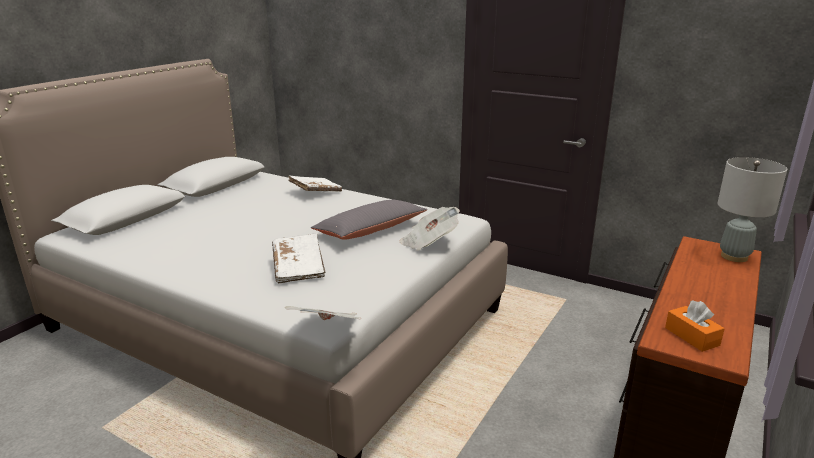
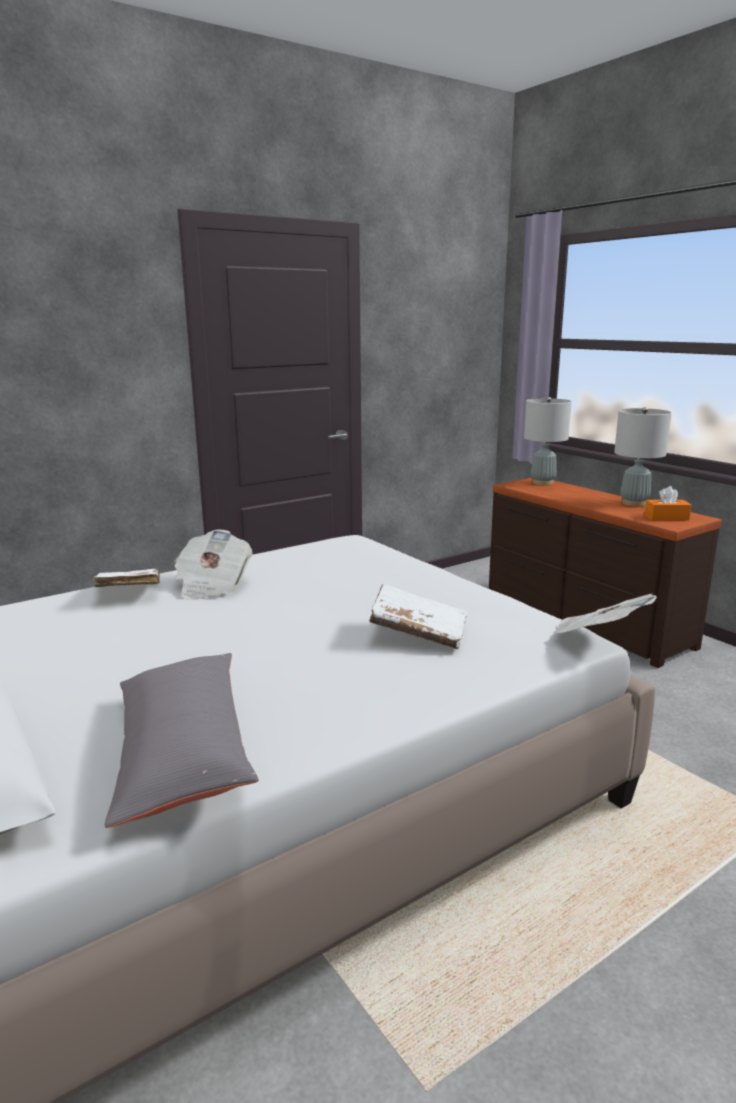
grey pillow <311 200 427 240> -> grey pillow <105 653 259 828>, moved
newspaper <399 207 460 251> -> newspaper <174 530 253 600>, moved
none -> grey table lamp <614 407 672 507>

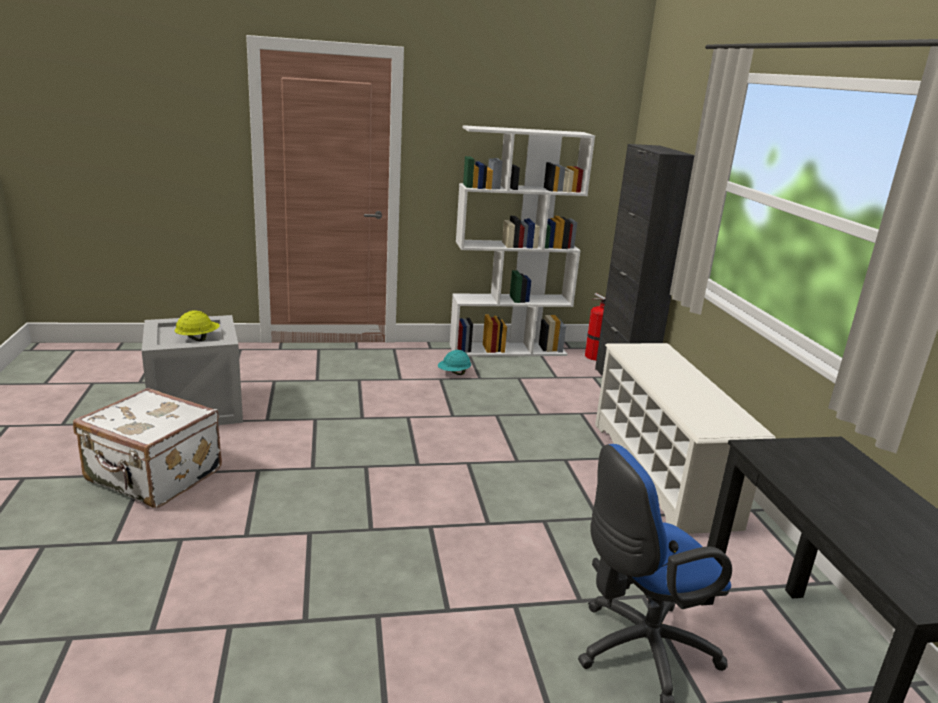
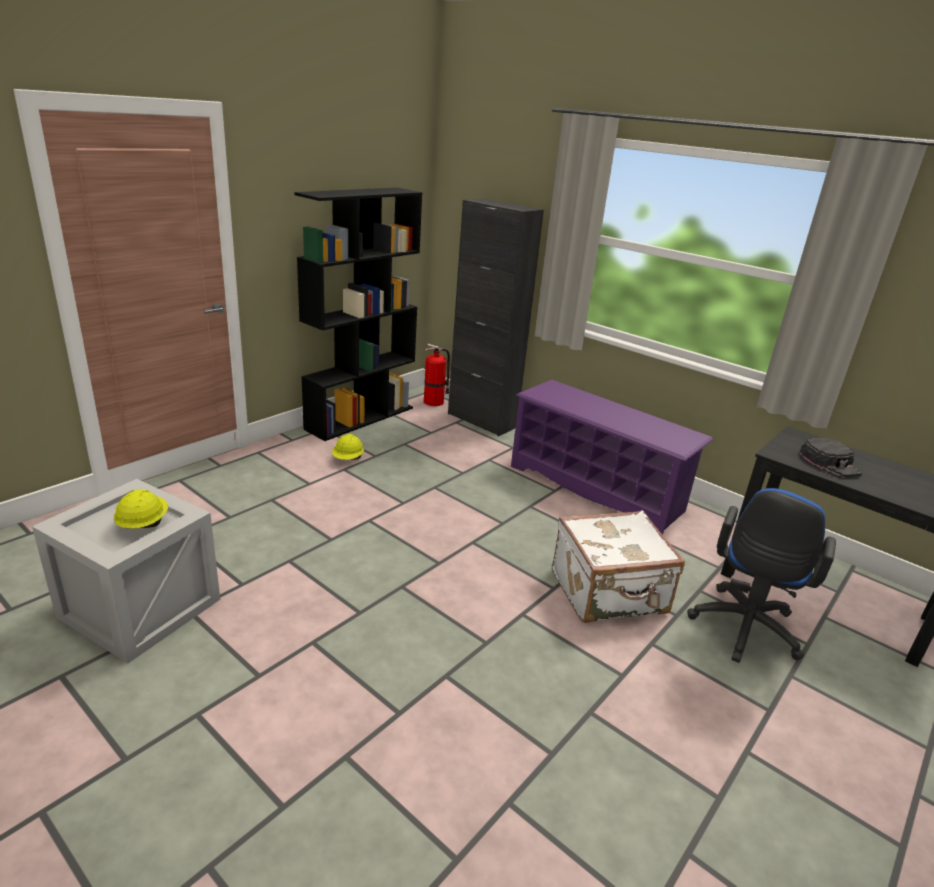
white bookcase <450 125 595 357> -> black bookcase <294 188 422 441>
turquoise hard hat <438 350 471 375> -> yellow hard hat <332 434 364 460>
white shoe rack <595 343 776 534> -> purple shoe rack <511 380 713 535>
white suitcase <73 388 222 508> -> white suitcase <552 510 685 623>, moved
none -> black cap <799 438 862 478>

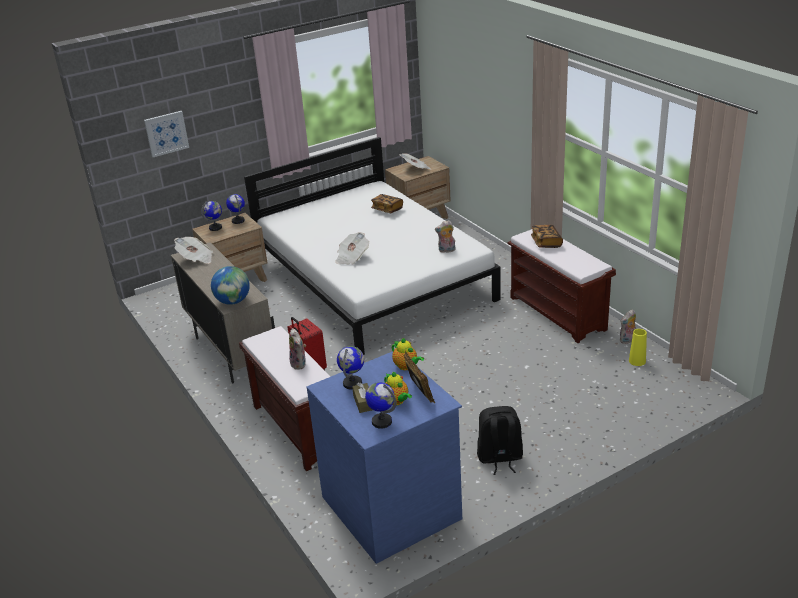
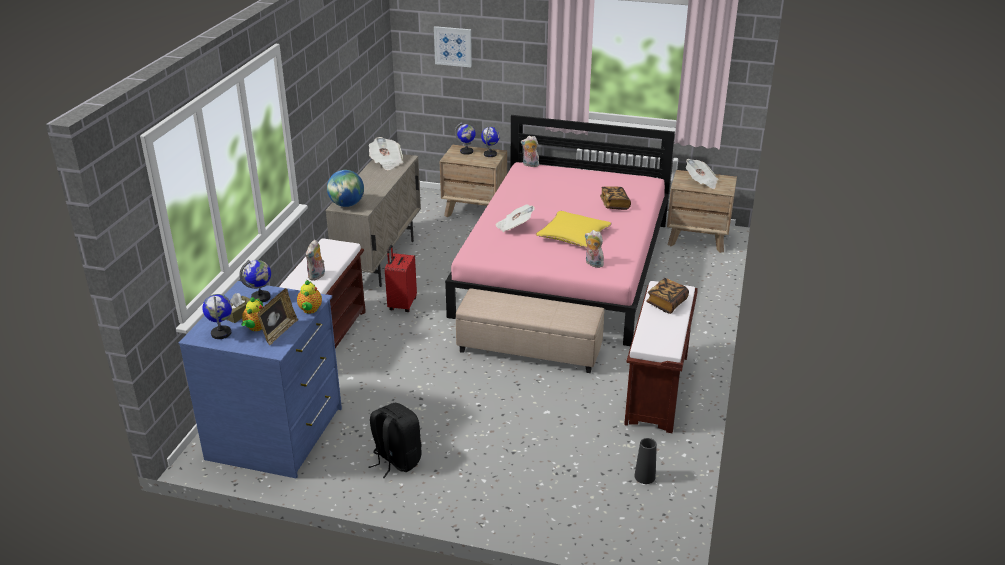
white bed <244 137 501 355> -> pink bed <445 115 675 346>
none -> beige ottoman <456 288 604 373>
plush toy <620 310 636 344> -> plush toy <521 136 539 167>, moved
none -> yellow pillow <536 211 612 248>
yellow vase <629 329 647 366> -> black vase <634 438 657 484>

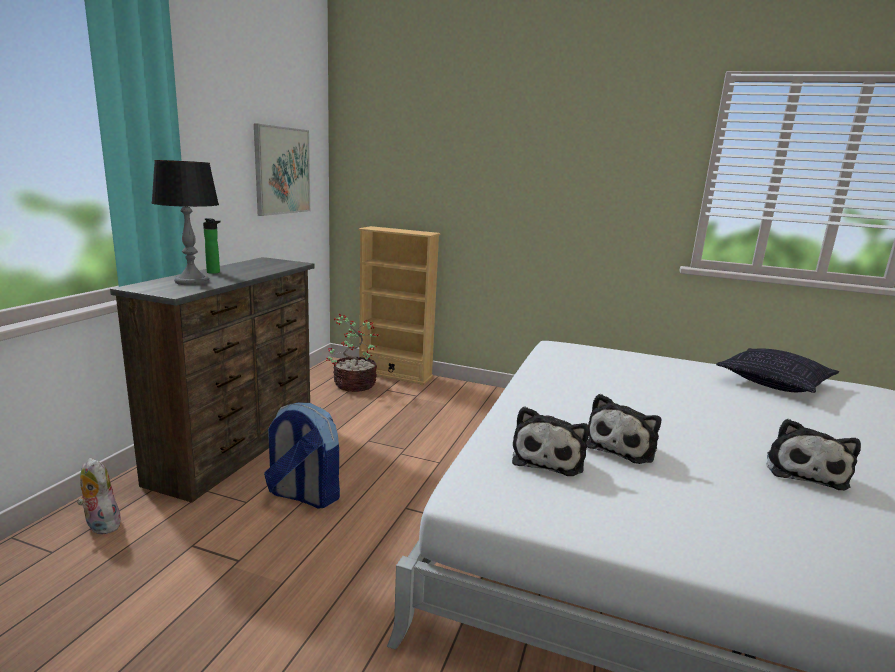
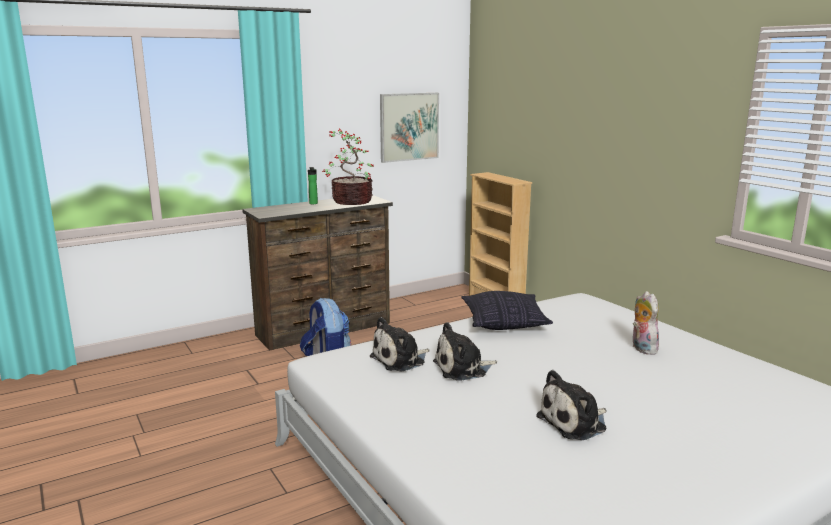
potted plant <326 313 378 392> -> potted plant <322 128 374 205>, moved
pillow <716 348 839 393> -> pillow <461 291 553 330>, moved
plush toy <77 458 121 534> -> plush toy <633 291 659 355>, moved
table lamp <151 160 219 285> -> none

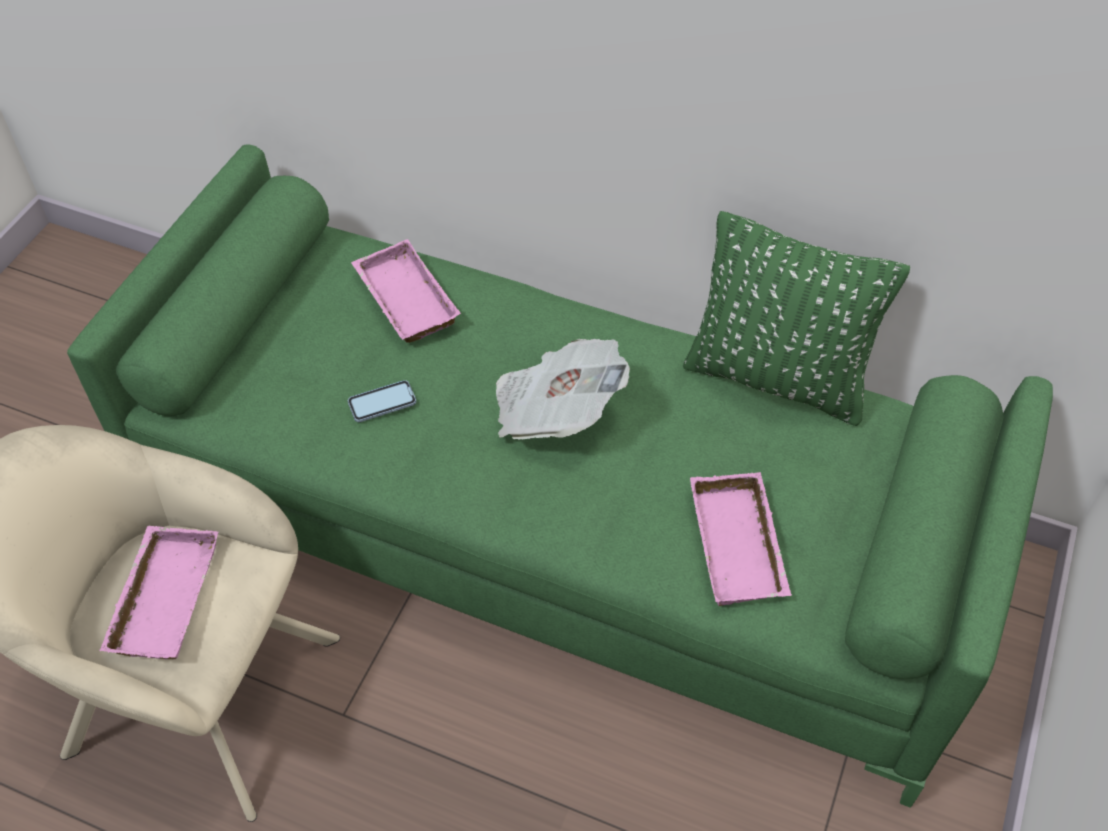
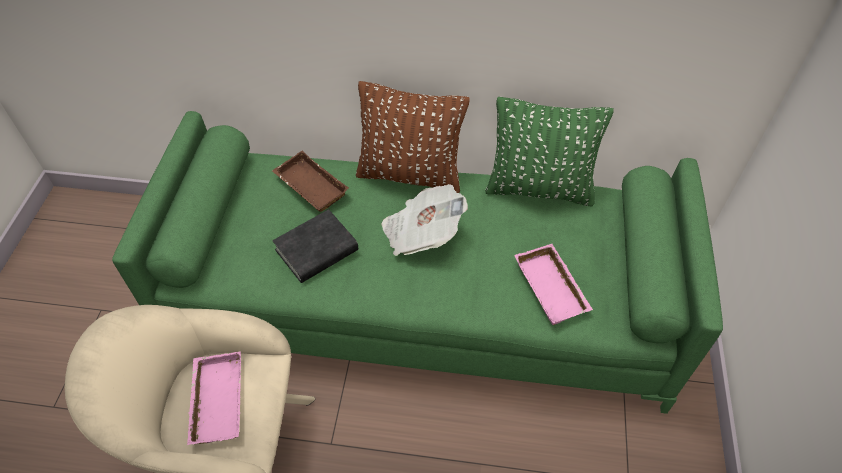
pink tray <351 239 461 343> -> brown tray <272 151 349 212>
phone <348 380 416 422> -> black book <272 209 358 283>
none -> brown pillow <356 81 470 193>

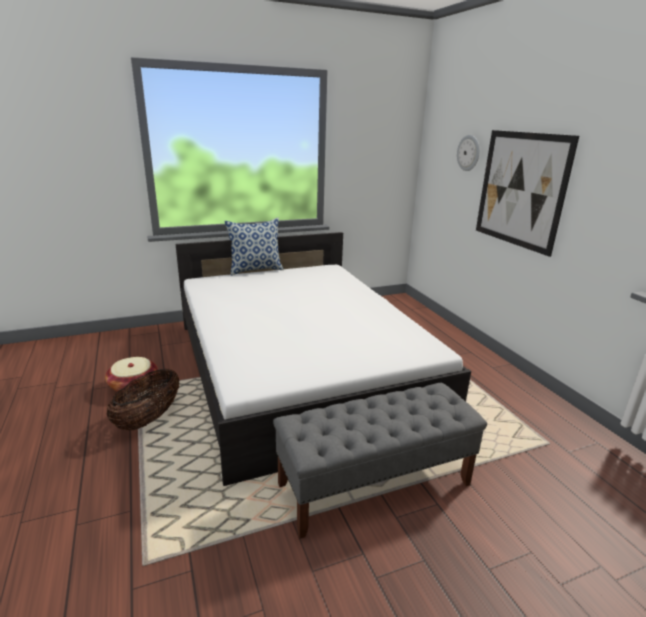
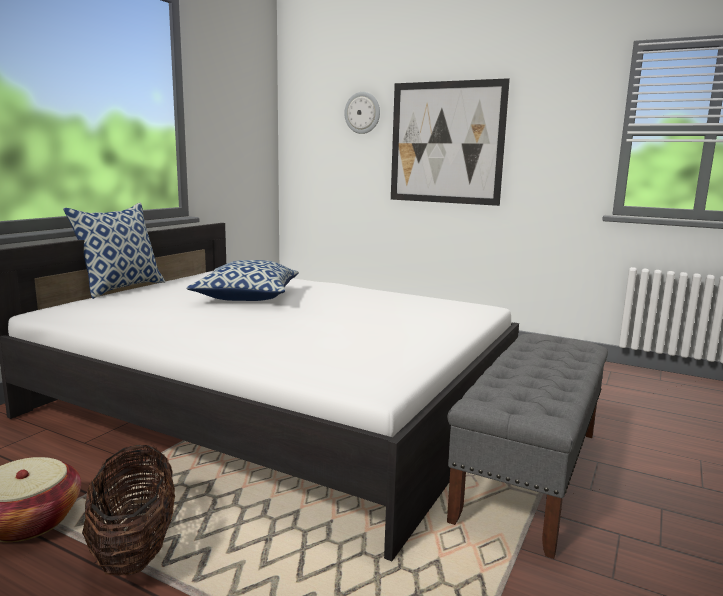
none -> pillow <187 260 299 301>

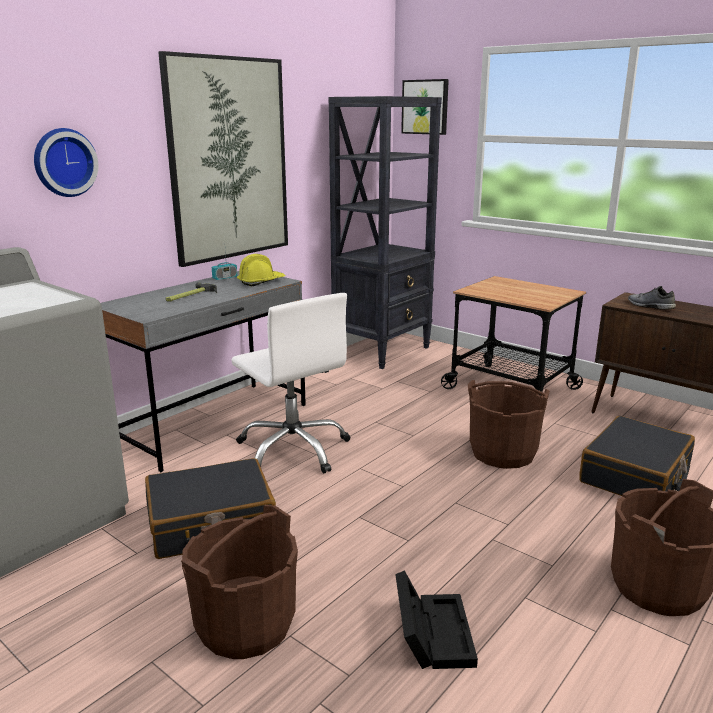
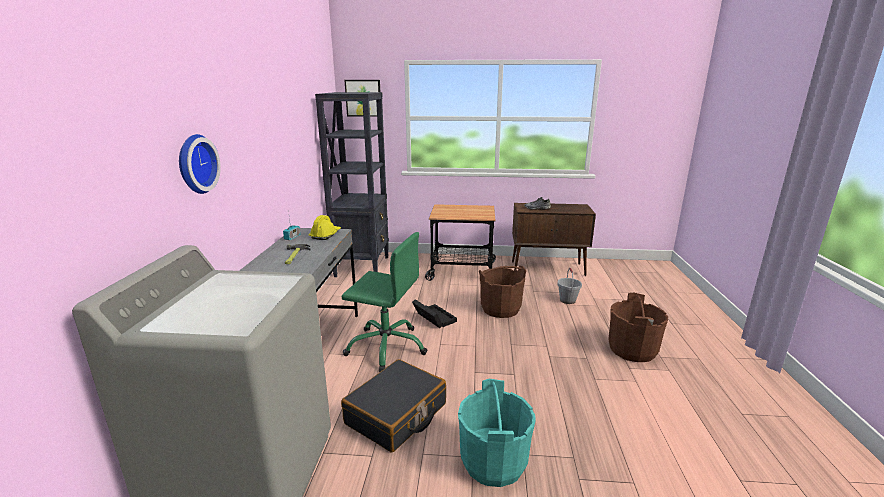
white office chair <231 293 350 473> -> green office chair <341 232 428 372>
black storage box <395 570 478 669> -> black storage box <412 299 457 328>, moved
brown bucket <181 505 298 659> -> turquoise bucket <458 379 536 487>
black suitcase <579 416 695 496> -> grey bucket <557 268 582 304>
picture <158 51 288 267> -> none

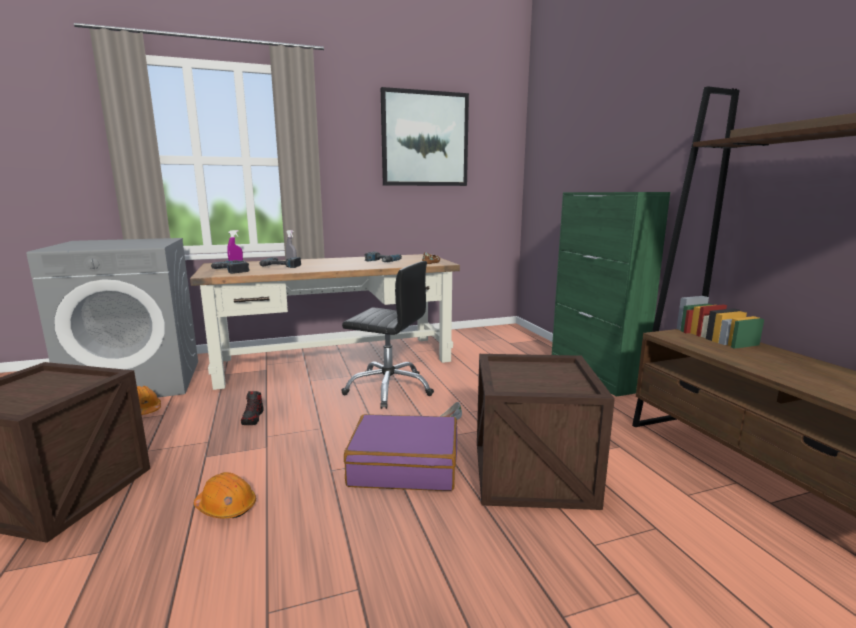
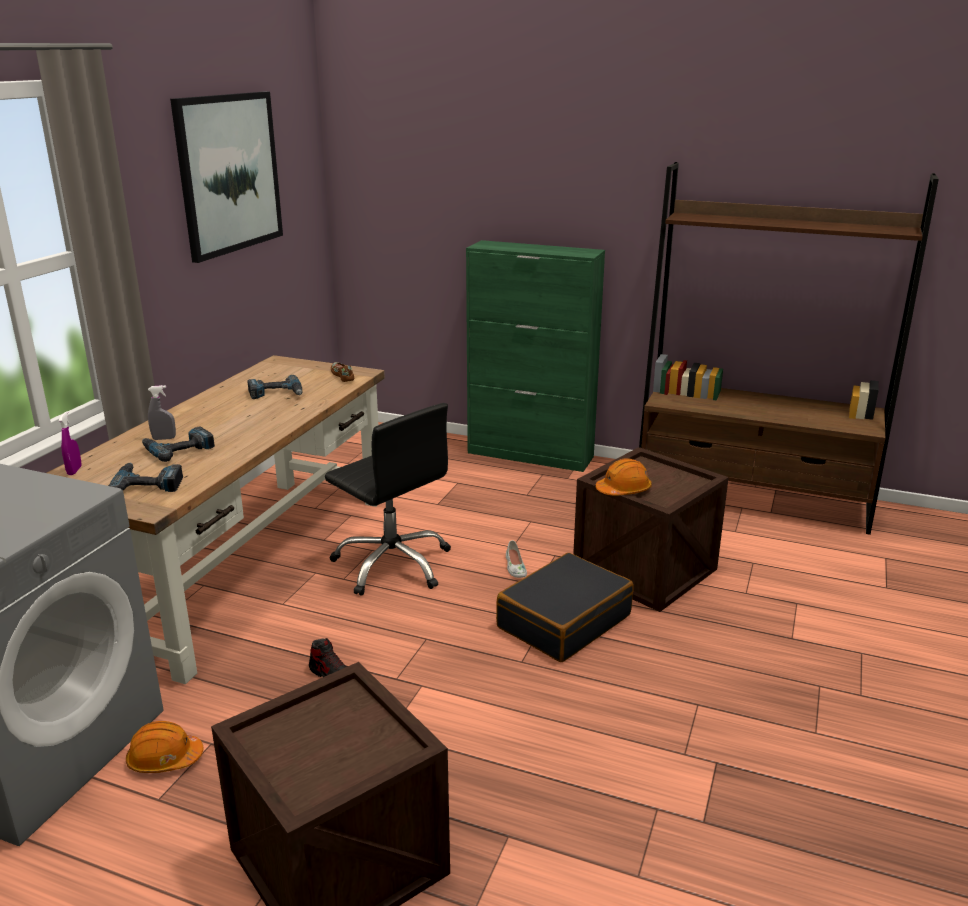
black office chair <341 261 434 409> -> black office chair <325 403 451 596>, 75 degrees clockwise
purple suitcase <344 414 457 491> -> black suitcase <496 553 634 662>
orange hard hat <194 472 256 519> -> orange hard hat <595 458 652 496>, moved

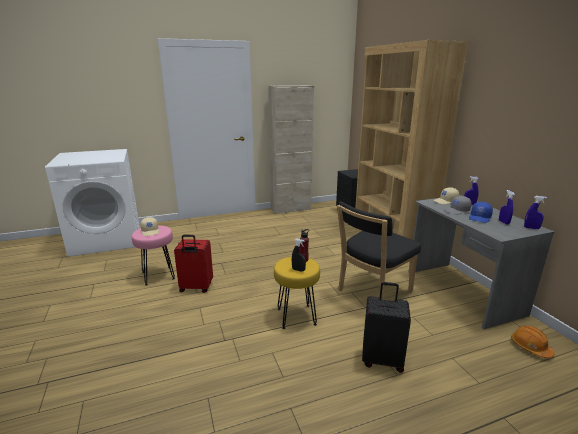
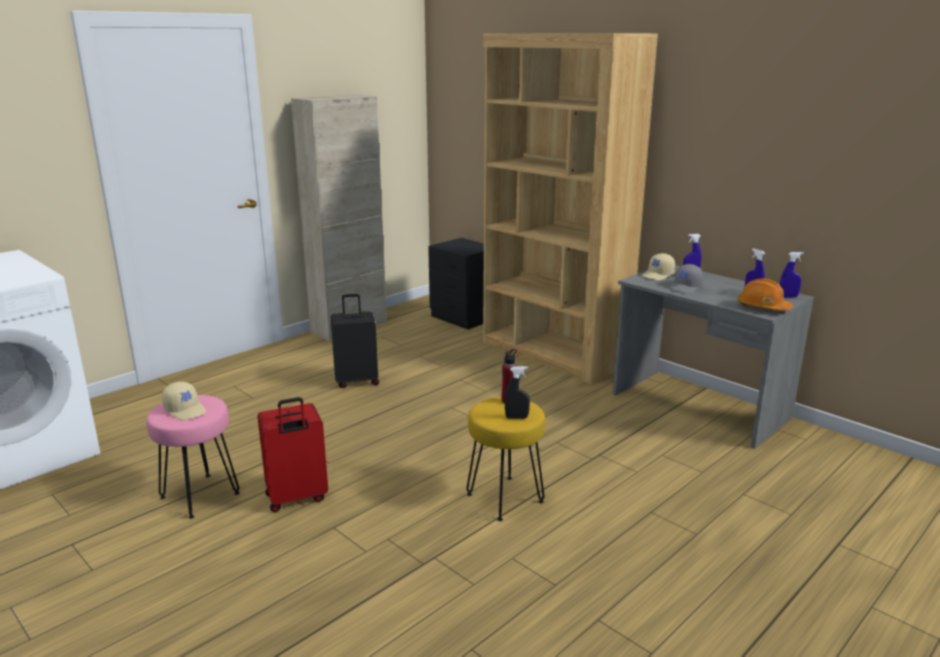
black suitcase <362 282 411 373> -> black suitcase <331 294 379 388>, moved
orange hard hat <511 326 555 358> -> orange hard hat <737 279 793 310>, moved
black chair <337 201 421 300> -> none
blue cap <469 202 493 223> -> none

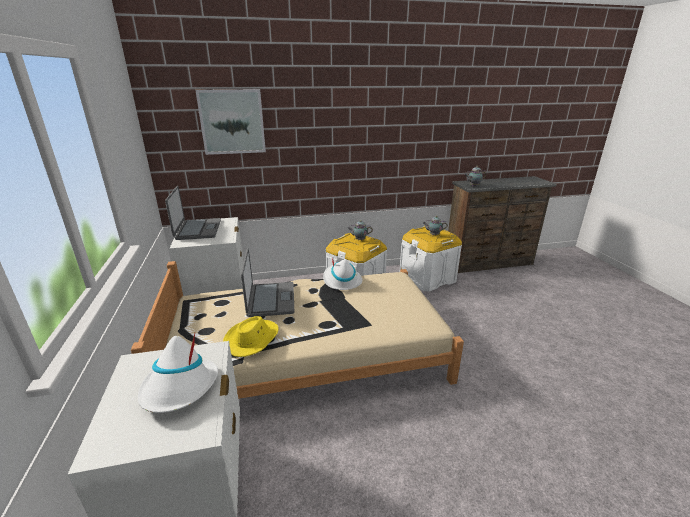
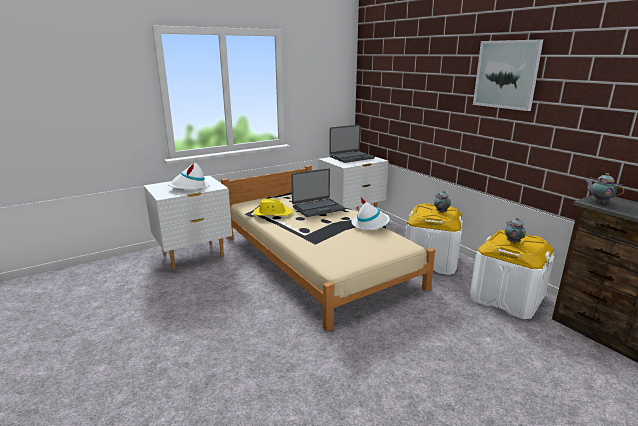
picture <195 89 266 155> -> picture <473 39 543 111>, moved

